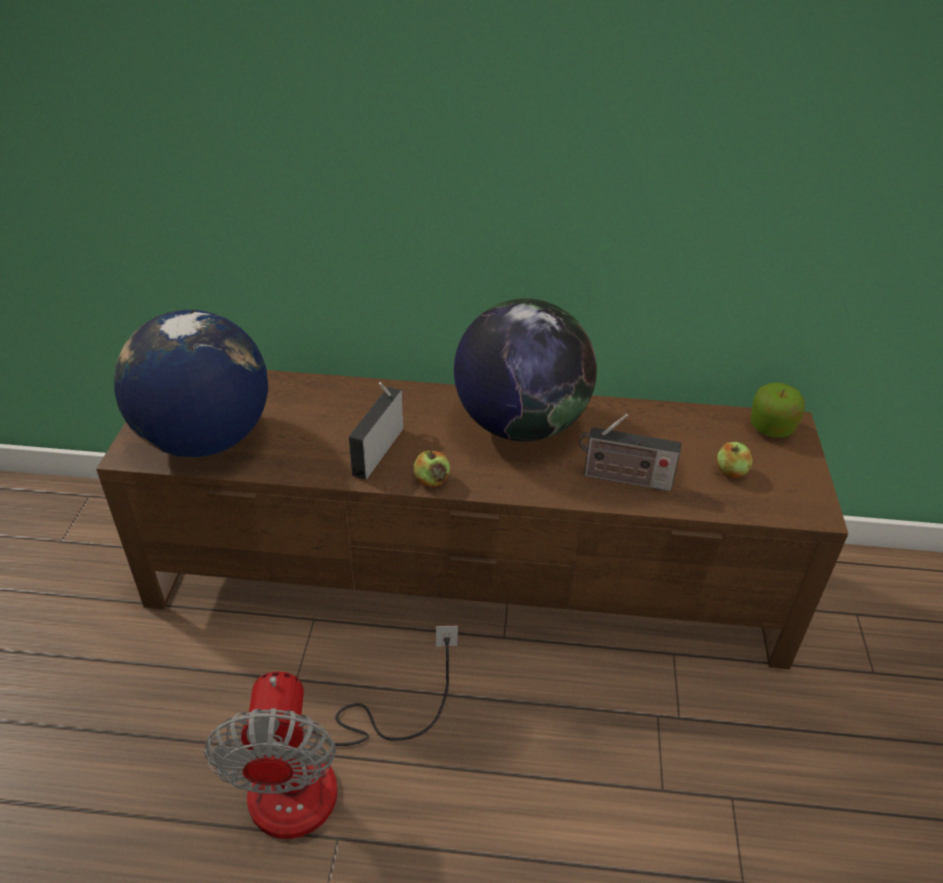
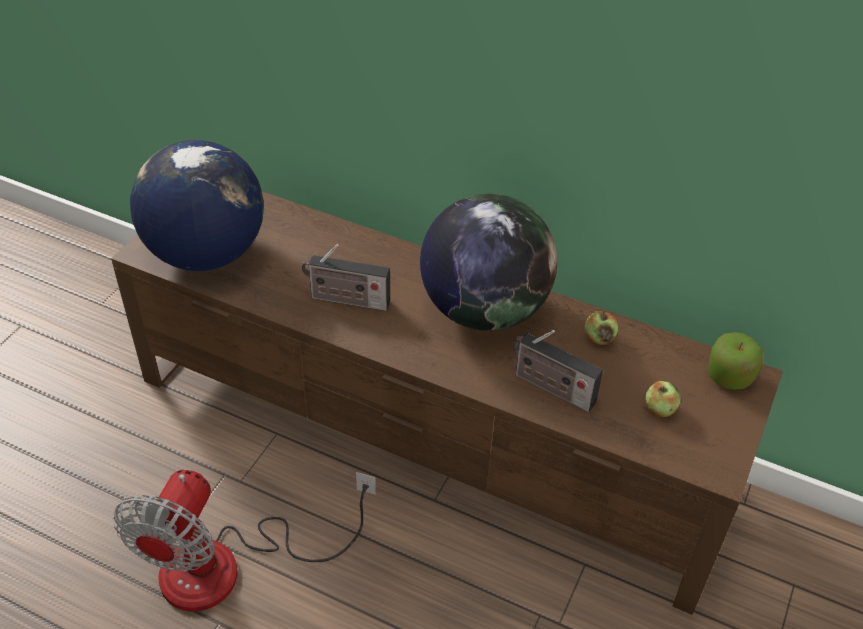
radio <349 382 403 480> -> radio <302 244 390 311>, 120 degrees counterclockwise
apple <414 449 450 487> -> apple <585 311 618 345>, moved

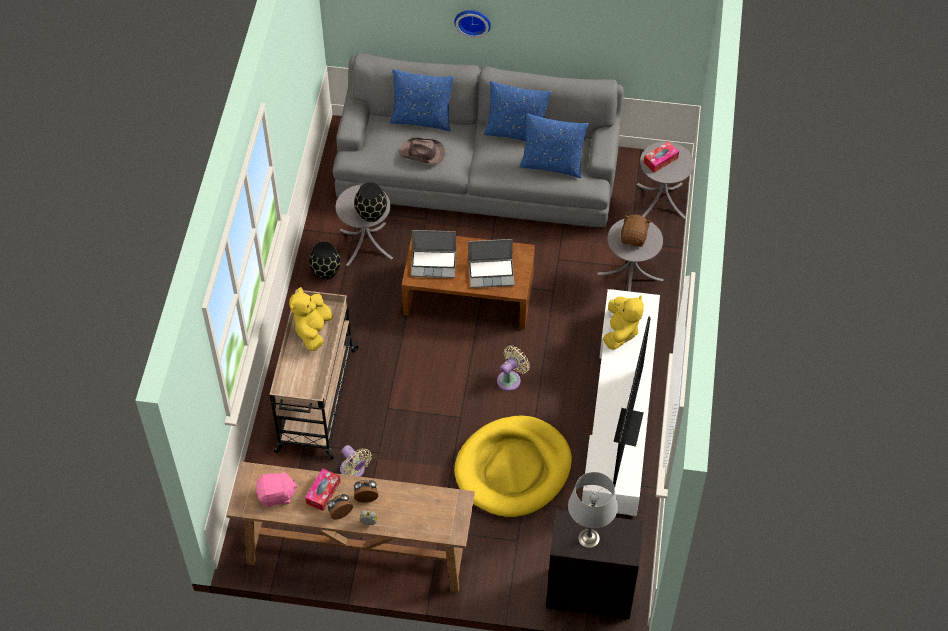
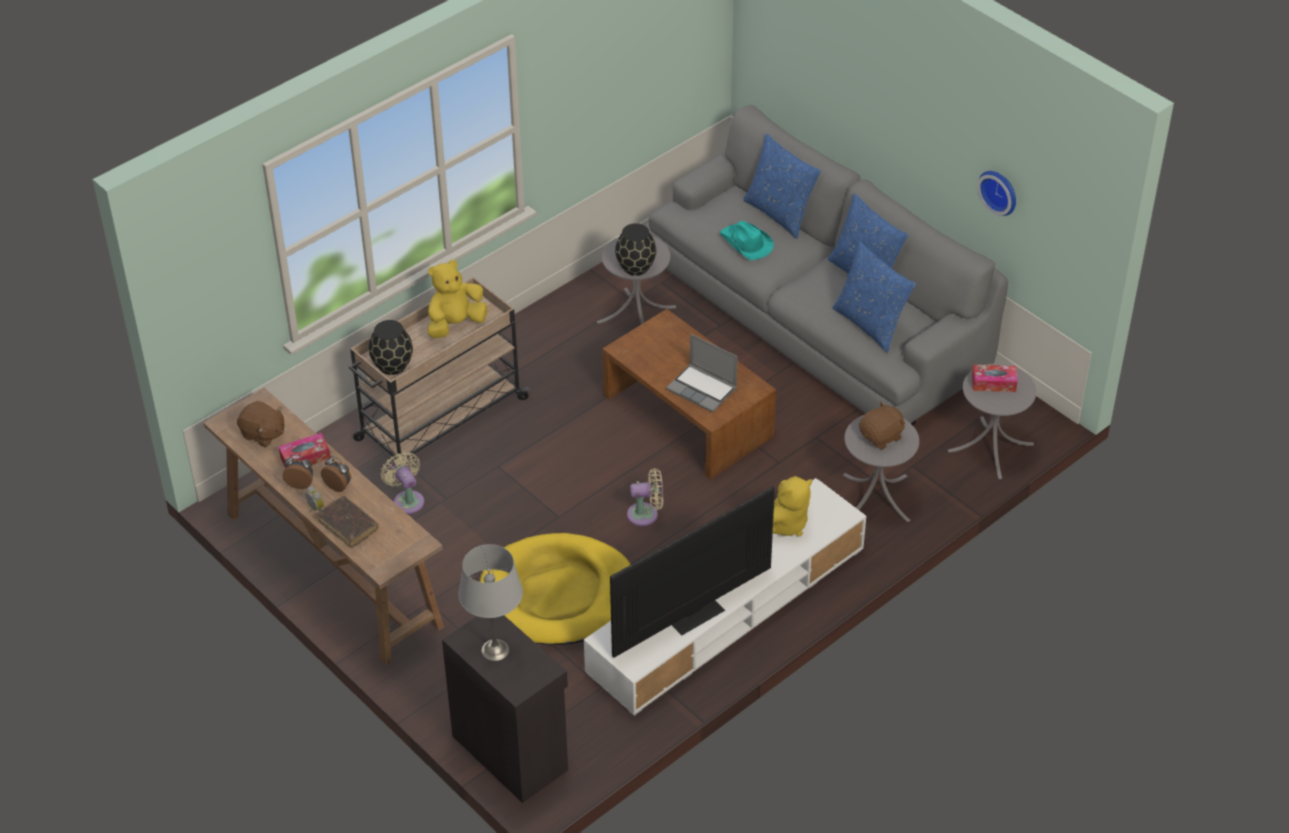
pink plush toy <256 469 298 507> -> brown plush toy <237 401 284 447>
none -> brown book <318 496 379 548>
black vase <309 242 341 280> -> black vase <369 320 413 375>, moved
beige fan <340 445 372 477> -> beige fan <381 452 424 514>, 150 degrees clockwise
brown hat <399 138 445 165> -> turquoise hat <720 221 774 260>
wall clock <454 10 491 38> -> wall clock <977 171 1016 216>, moved
laptop <411 230 456 278> -> none

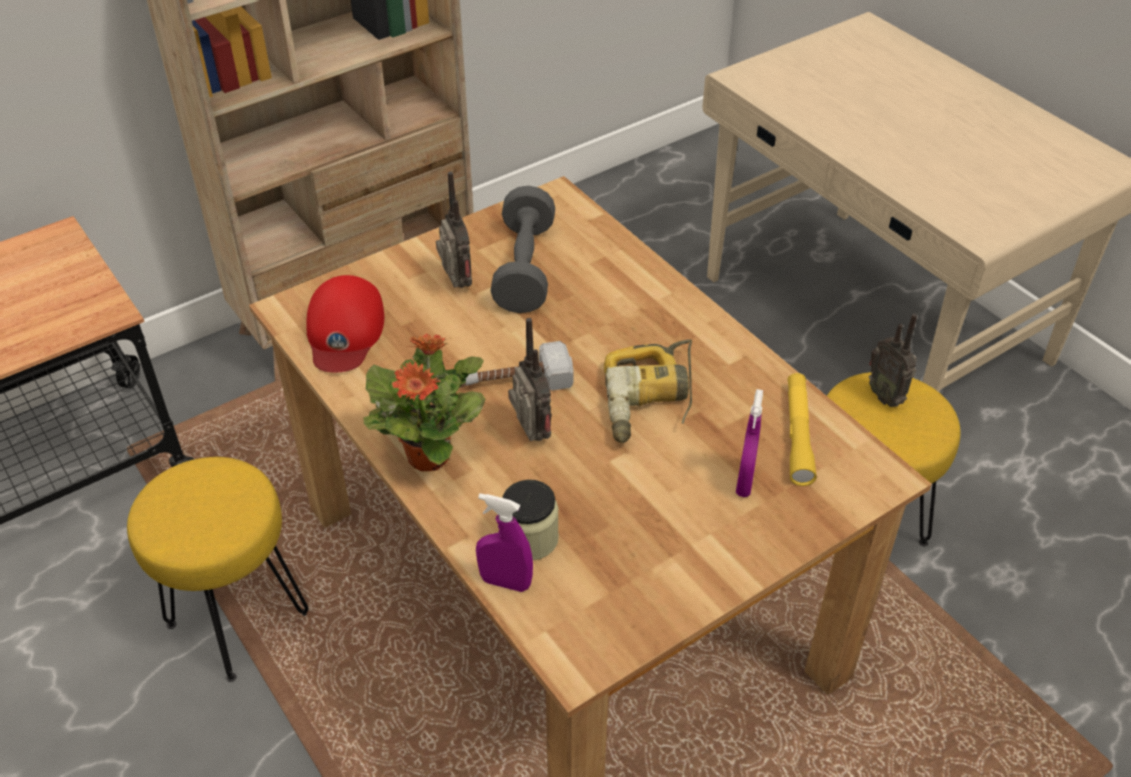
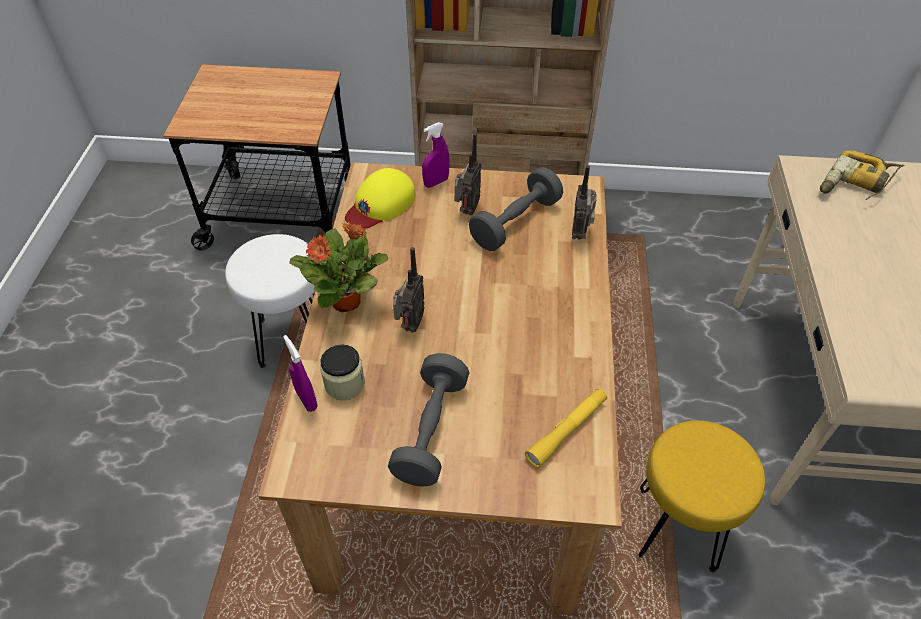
yellow stool <127 457 309 682> -> white stool <225 234 315 368>
red cap <306 275 384 372> -> yellow cap <345 168 416 228>
none -> grey dumbbell <388 353 469 487>
purple spray bottle <736 389 763 497> -> purple spray bottle <422 122 450 188>, moved
radio <869 313 917 407> -> radio <572 165 597 240>, moved
power drill <604 339 692 443> -> power drill <820 150 904 200>, moved
hammer <436 341 574 391> -> none

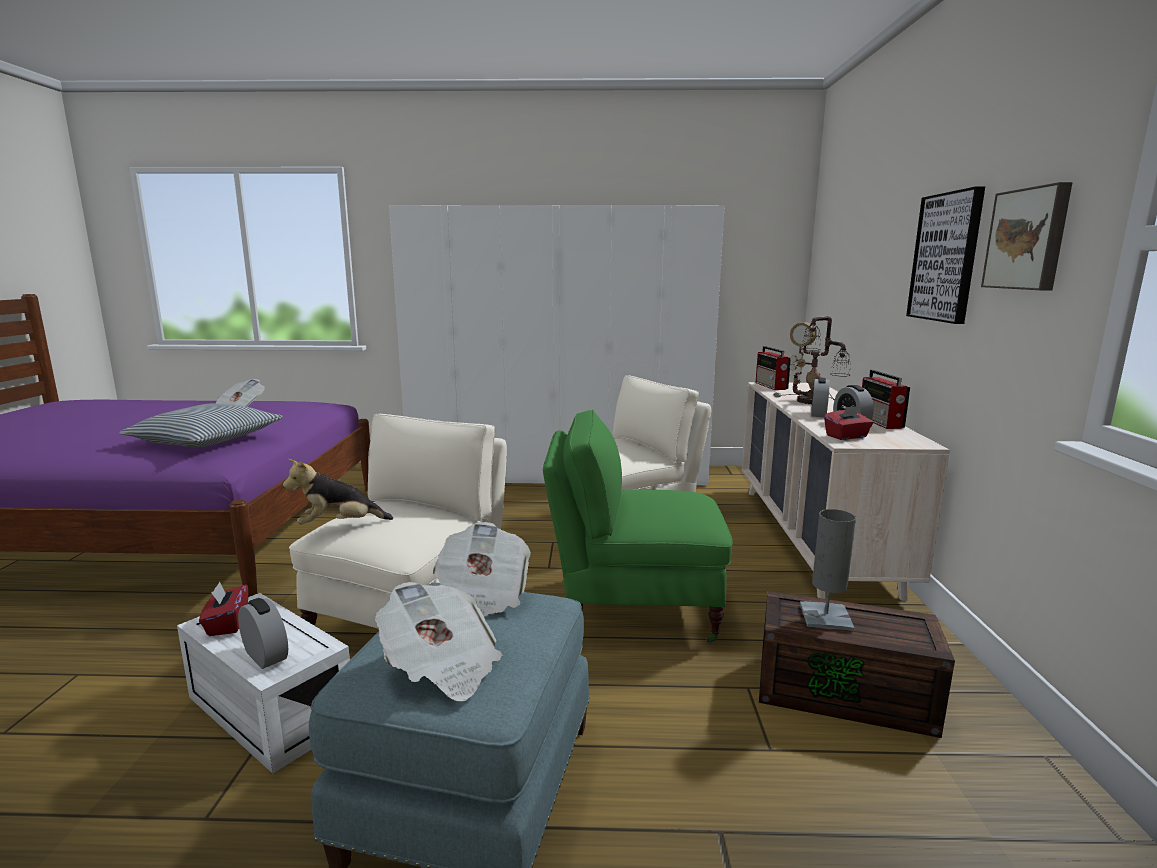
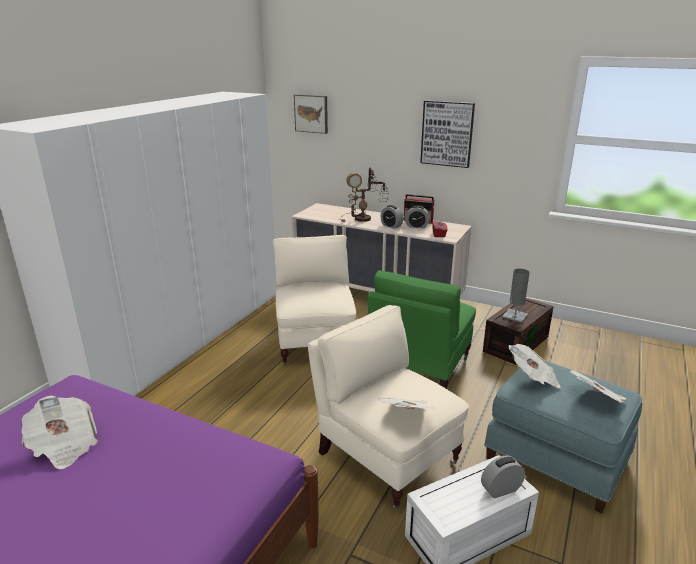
picture <981 182 1073 290> -> picture <294 94 328 134>, moved
plush toy <283 459 393 524> -> newspaper <378 397 436 410>
pillow <119 403 283 448> -> none
red tissue box <199 582 248 636> -> none
radio <756 346 791 390> -> none

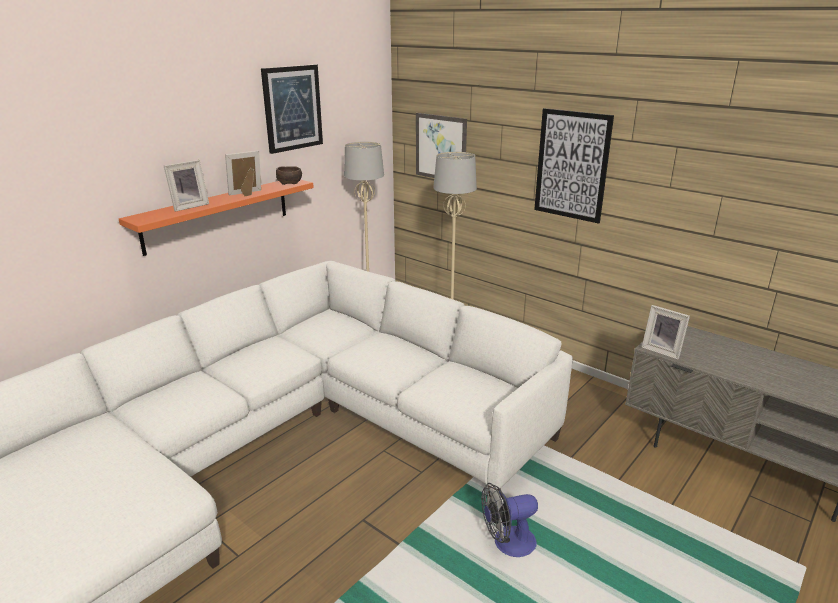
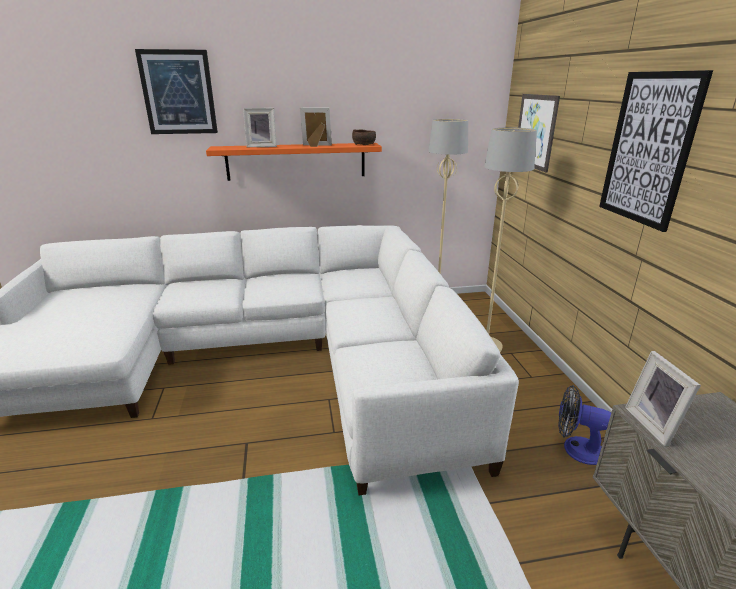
picture <261 64 323 154> -> picture <135 49 218 134>, moved
fan <481 483 538 557> -> fan <558 385 611 465>, moved

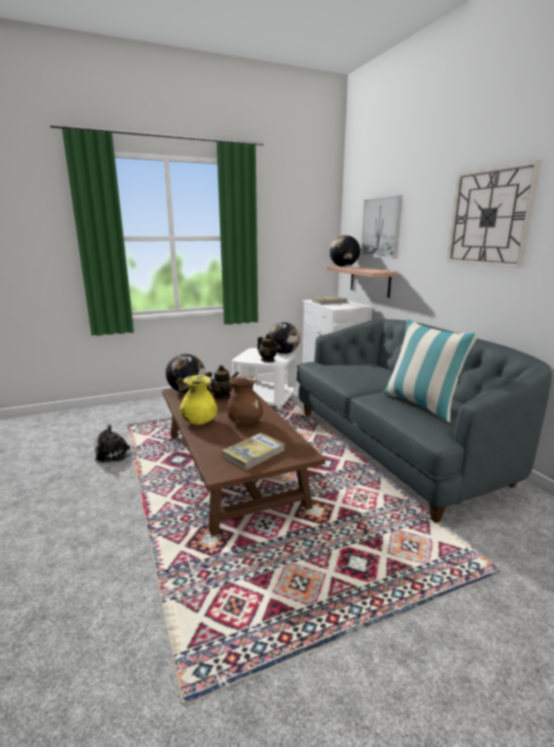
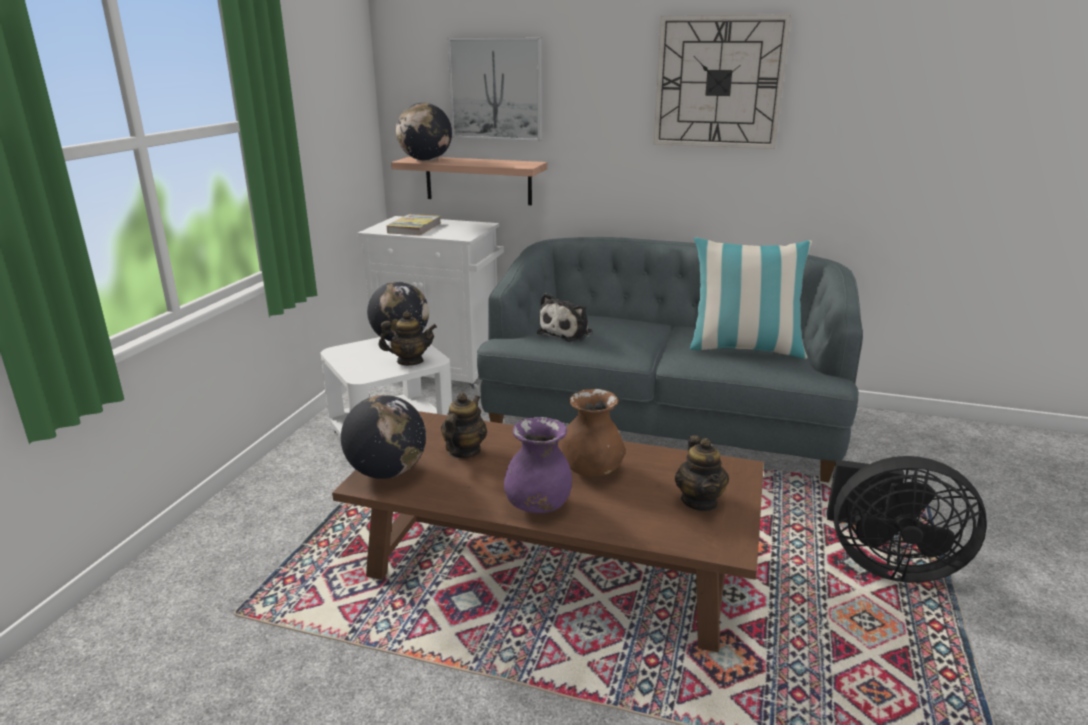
yellow vase <180 375 218 425> -> purple vase <504 417 572 513>
plush toy <95 425 140 463> -> plush toy <537 293 593 342>, moved
book <222 433 285 470> -> teapot <675 435 729 511>
none -> black fan <827 456 987 583>

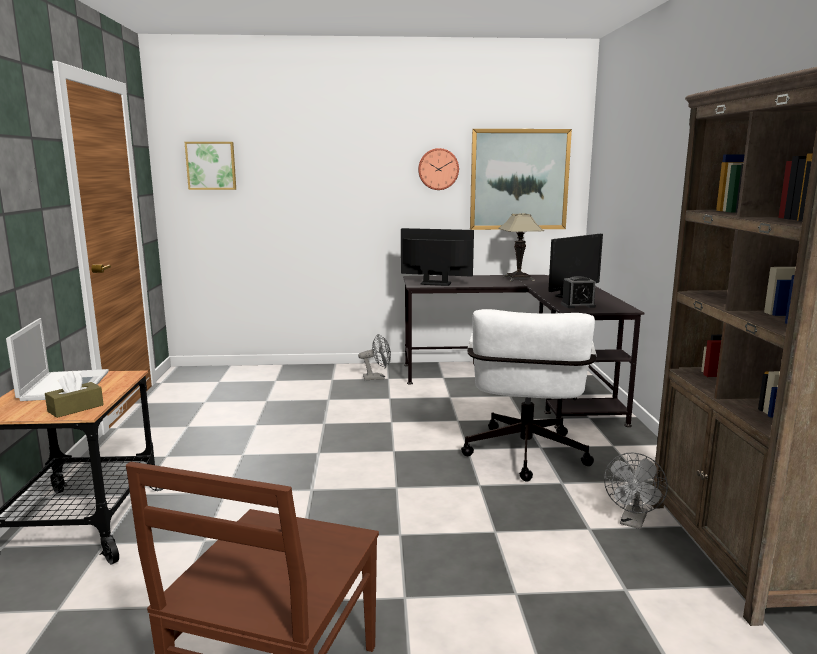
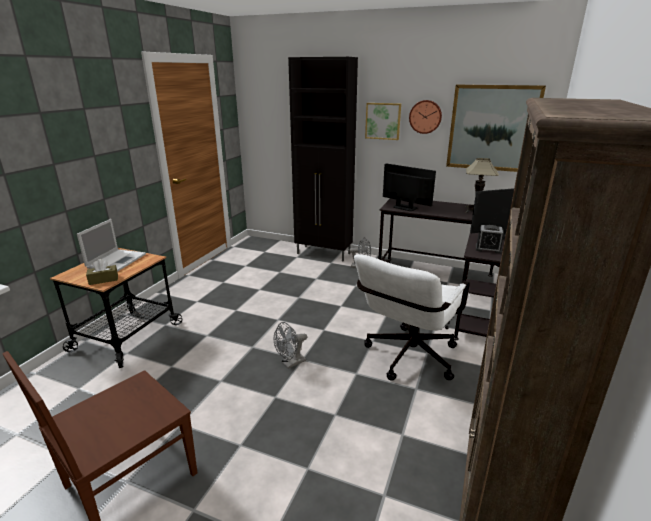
grey fan <604 453 668 529> -> grey fan <274 322 307 369>, moved
none -> black cabinet <288 57 358 261>
picture <185 142 236 190> -> picture <365 103 401 140>, moved

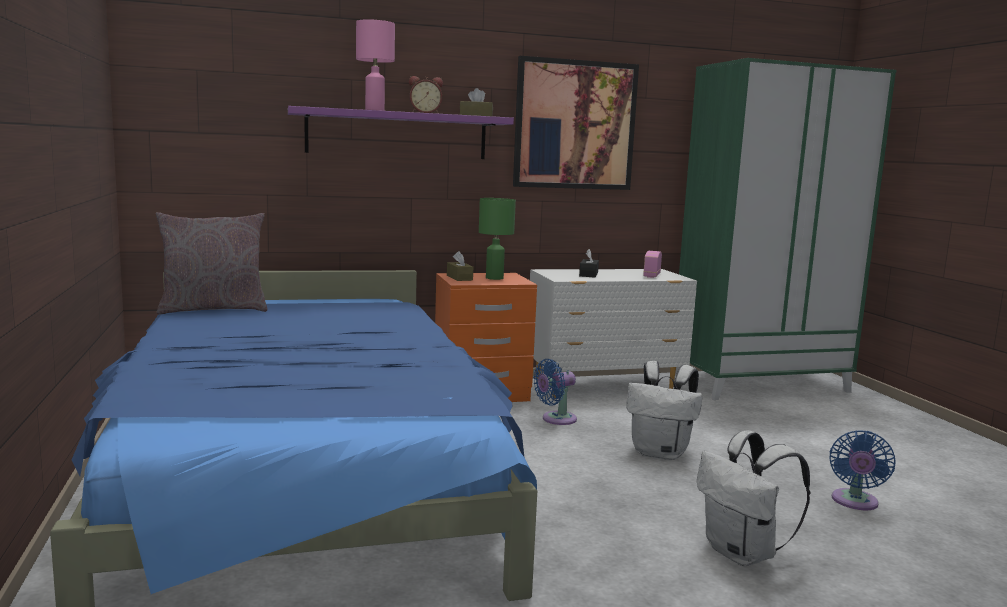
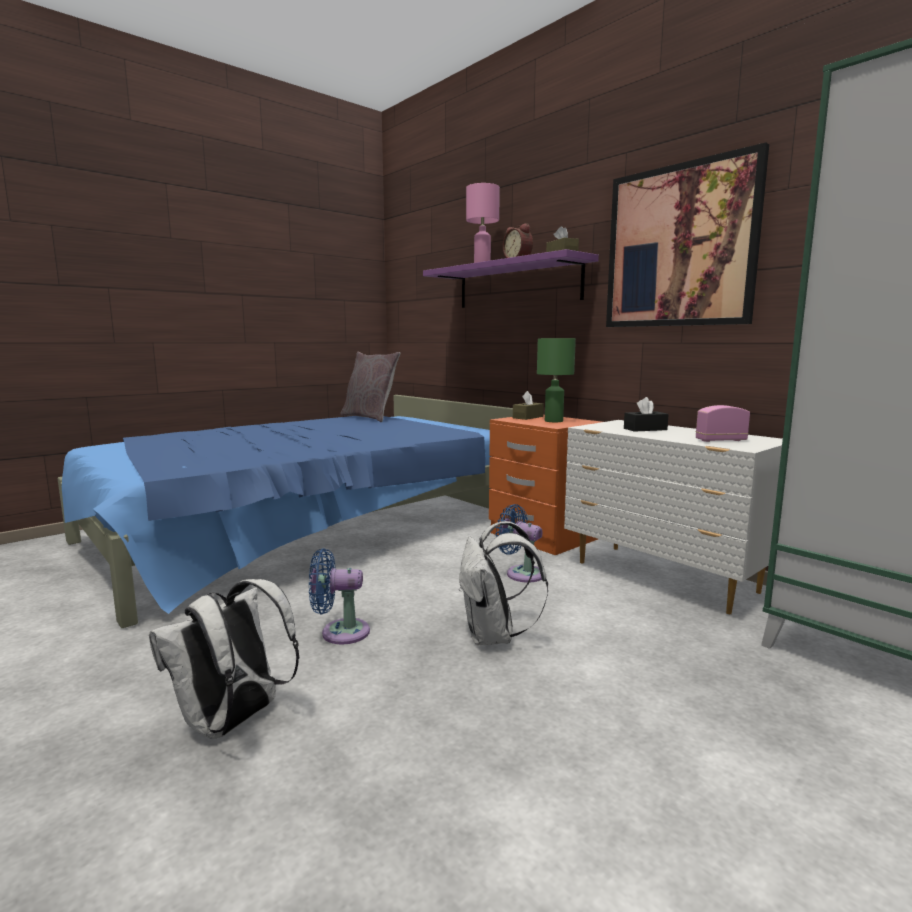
blue fan <830 430 895 510> -> blue fan <309 548 370 644>, moved

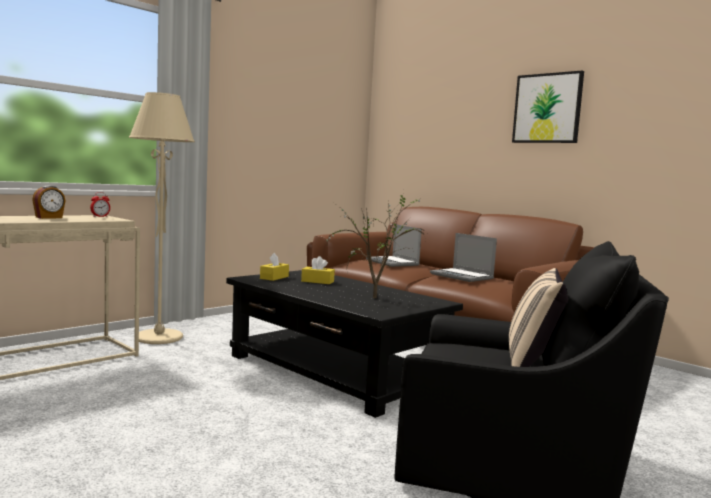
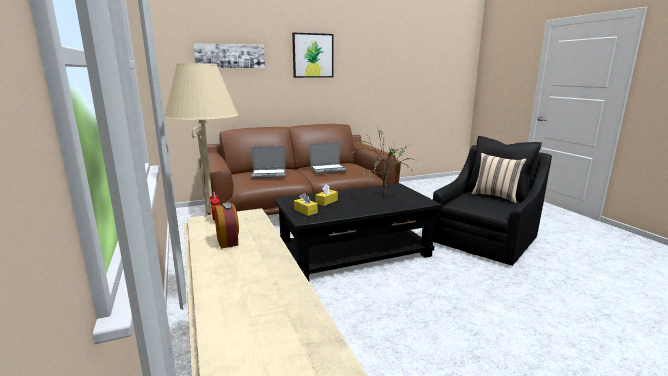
none -> picture <193 43 265 68>

